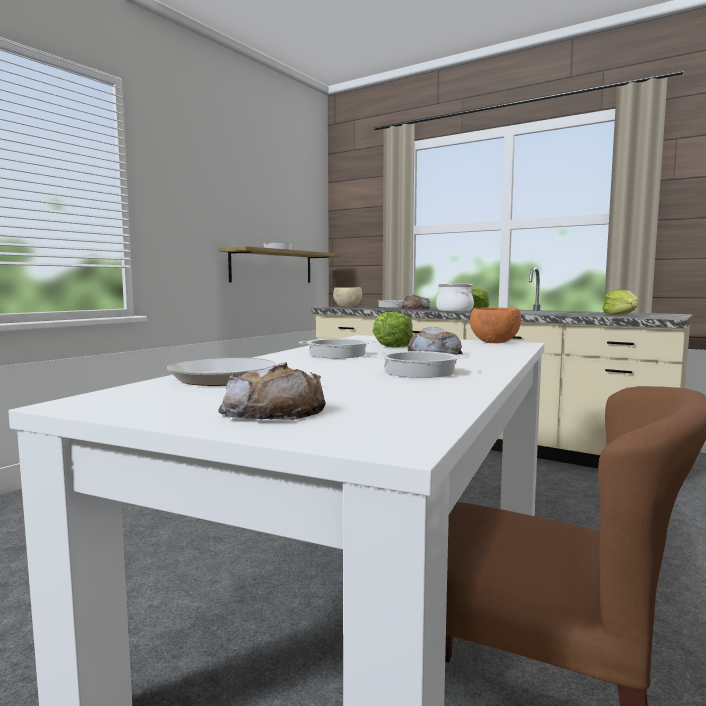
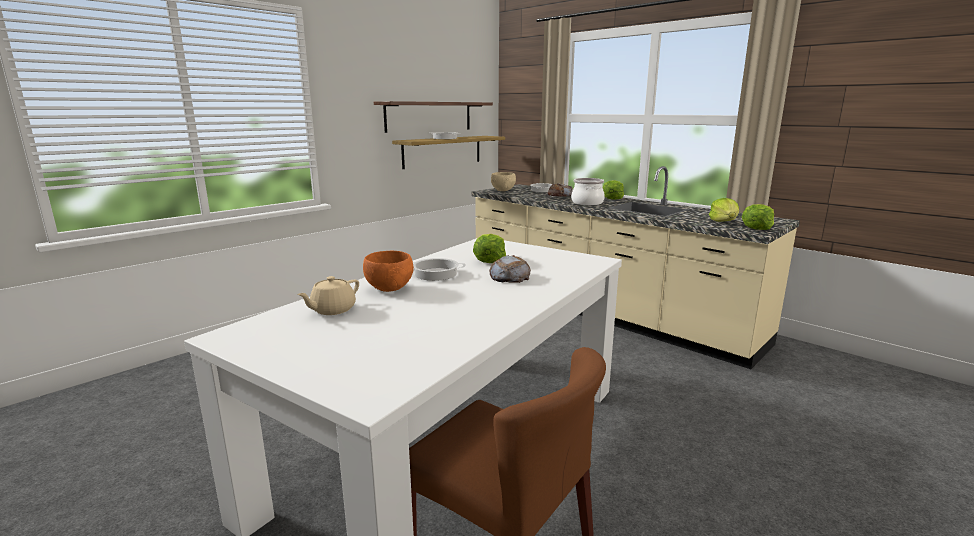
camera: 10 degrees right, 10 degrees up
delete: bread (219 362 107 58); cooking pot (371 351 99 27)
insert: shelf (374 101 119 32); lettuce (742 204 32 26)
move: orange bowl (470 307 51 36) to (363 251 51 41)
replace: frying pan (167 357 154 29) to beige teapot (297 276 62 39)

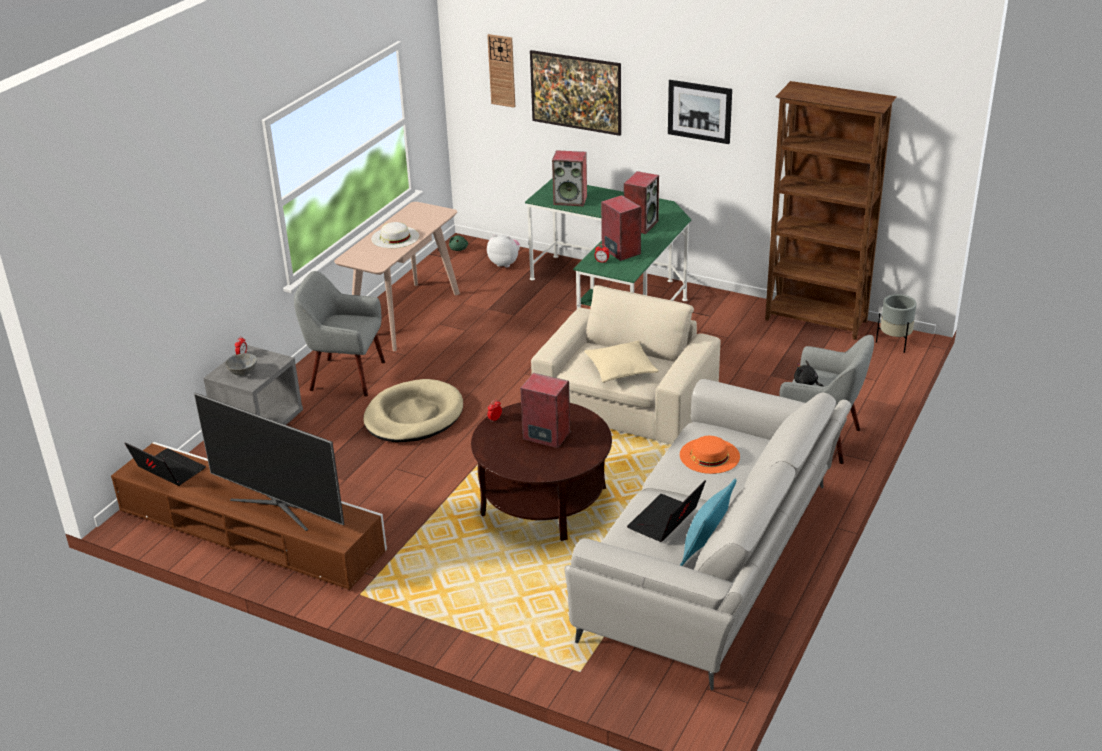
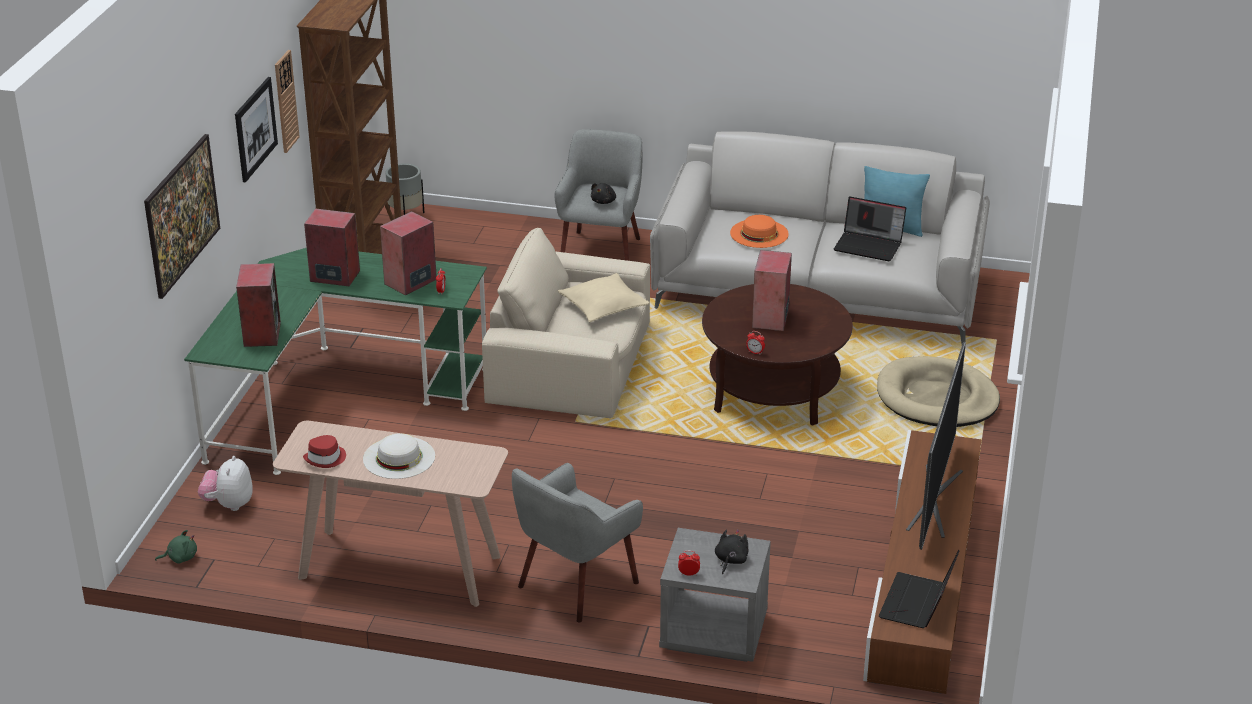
camera: 105 degrees left, 0 degrees up
insert: red hat (303 435 43 33)
move: wall clock (487 34 28 74) to (275 50 25 103); beige dog bed (363 379 100 63) to (877 356 123 71)
replace: grey bowl (225 353 32 23) to black plush toy (715 529 34 45)
rotate: grey armchair (294 271 91 126) = (512 463 131 160) 45 degrees clockwise

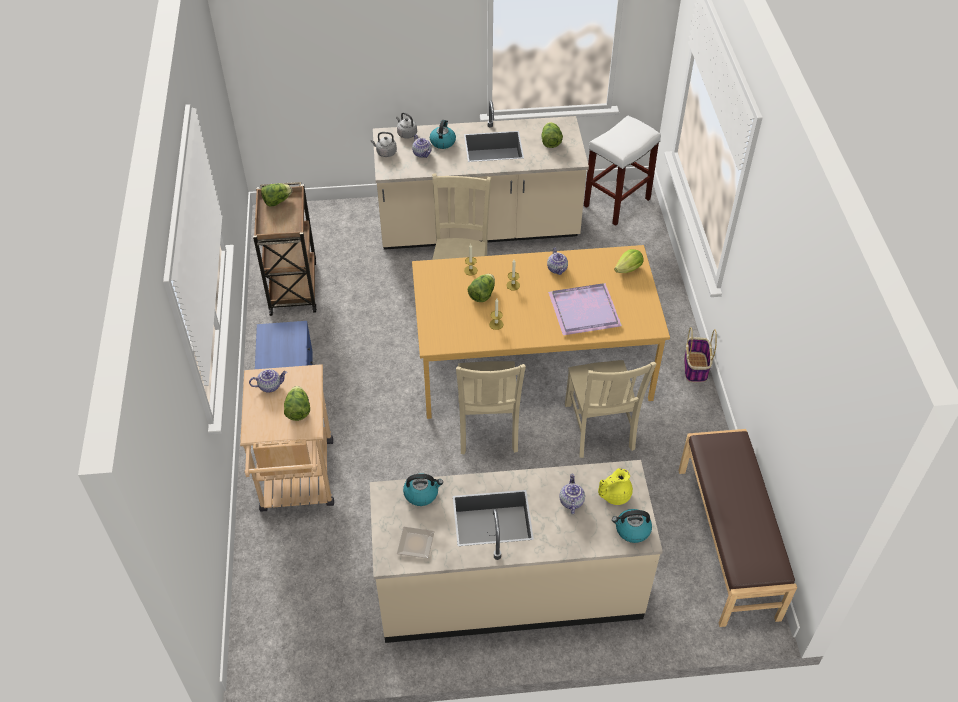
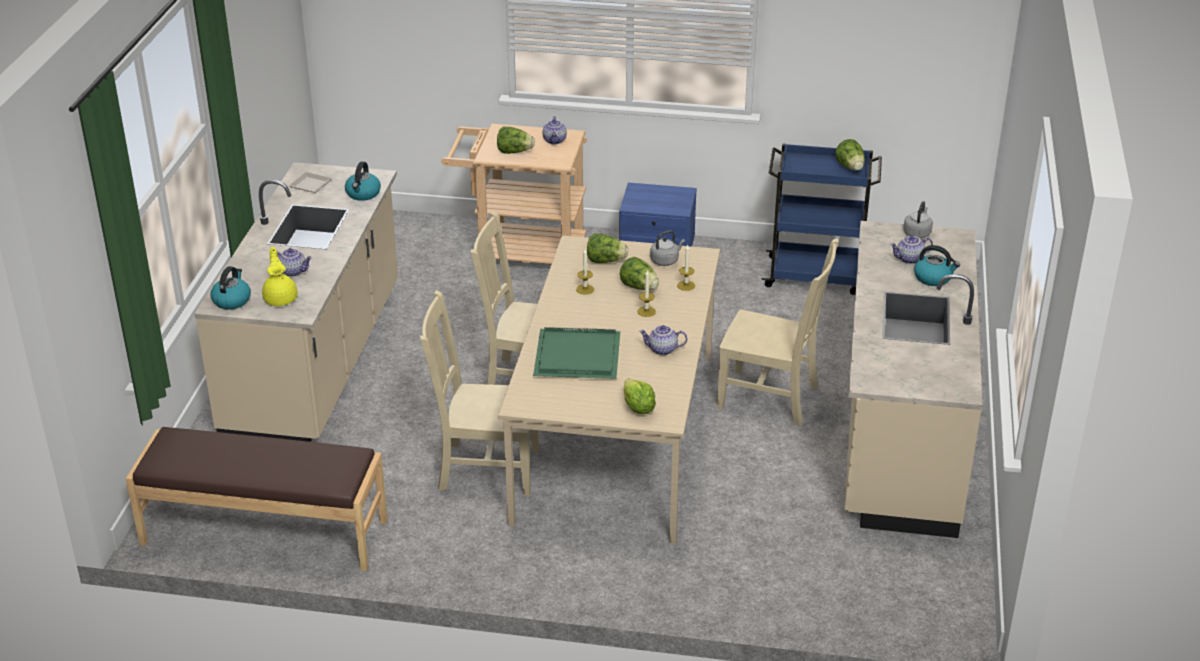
camera: 105 degrees right, 15 degrees down
delete: white stool (584 115 77 111); basket (684 327 33 55)
move: lettuce (541 122 22 26) to (587 233 41 30); grey kettle (396 112 21 27) to (650 230 35 36)
recolor: orange dining table (412 245 258 174) to beige dining table (498 235 222 309); purple tray (548 283 74 52) to green tray (533 327 87 52); brown cart (253 182 64 134) to blue cart (762 143 120 152)

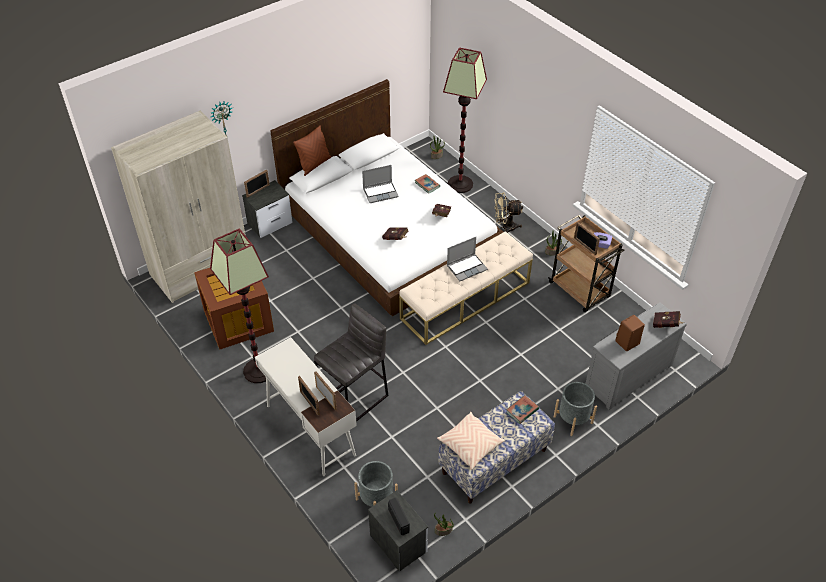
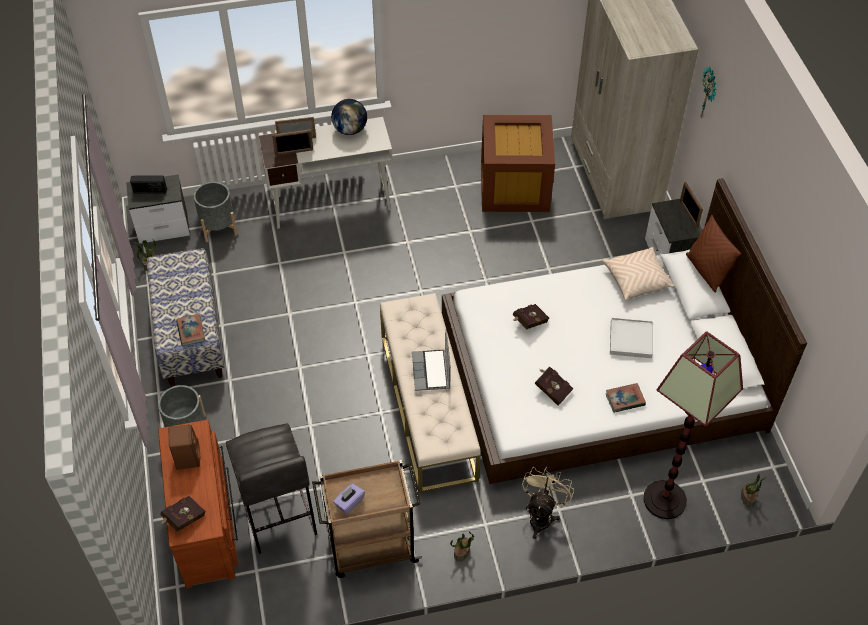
camera: 115 degrees right, 5 degrees up
delete: floor lamp (210 228 59 155); picture frame (574 222 26 33)
insert: globe (331 99 36 36)
move: grey stool (314 303 75 119) to (226 423 91 131); beige pillow (437 412 68 58) to (602 247 73 53)
replace: laptop (362 165 37 38) to white tray (610 318 43 40)
recolor: grey dresser (585 302 102 108) to brown dresser (158 419 80 169)

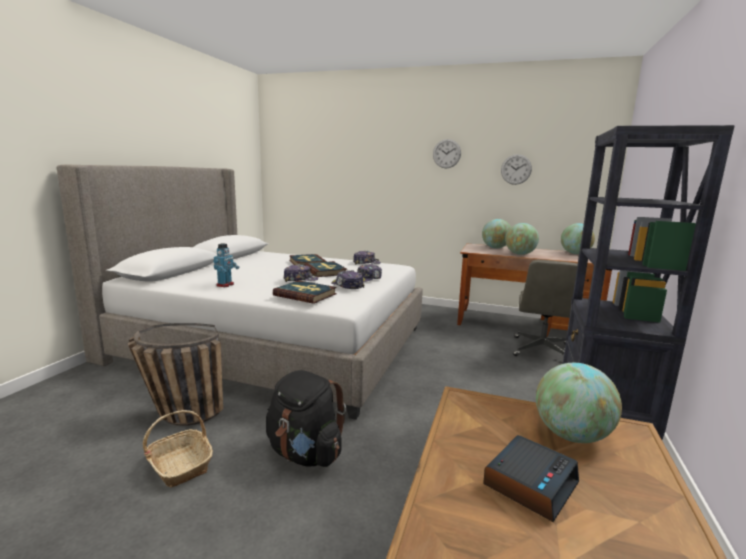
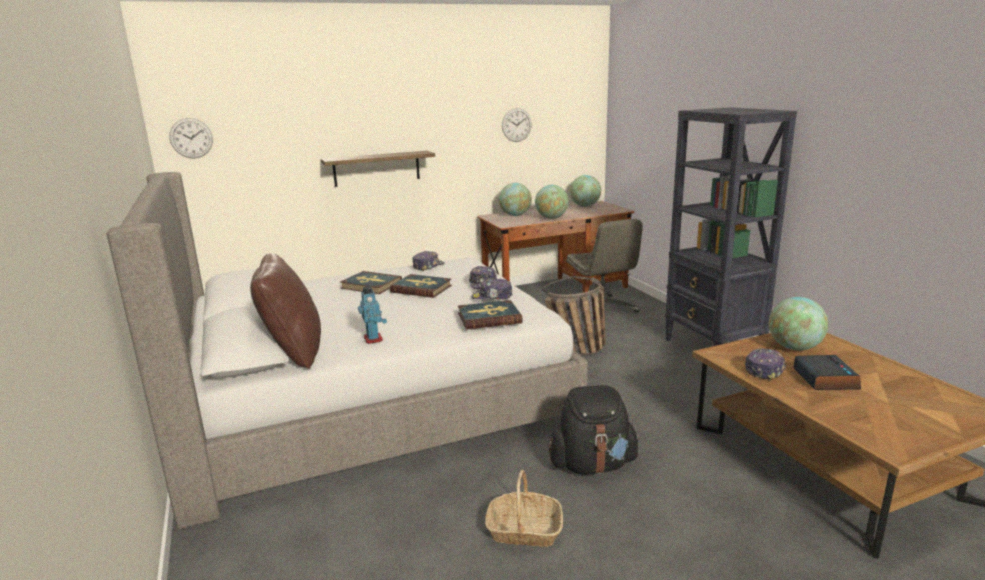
camera: 40 degrees left, 5 degrees up
insert: brown pillow (250 253 71 116); shelf (321 151 114 36)
move: wall clock (433 139 28 29) to (169 118 44 40); basket (128 323 95 103) to (542 276 64 80); cap (284 264 34 18) to (745 348 41 33)

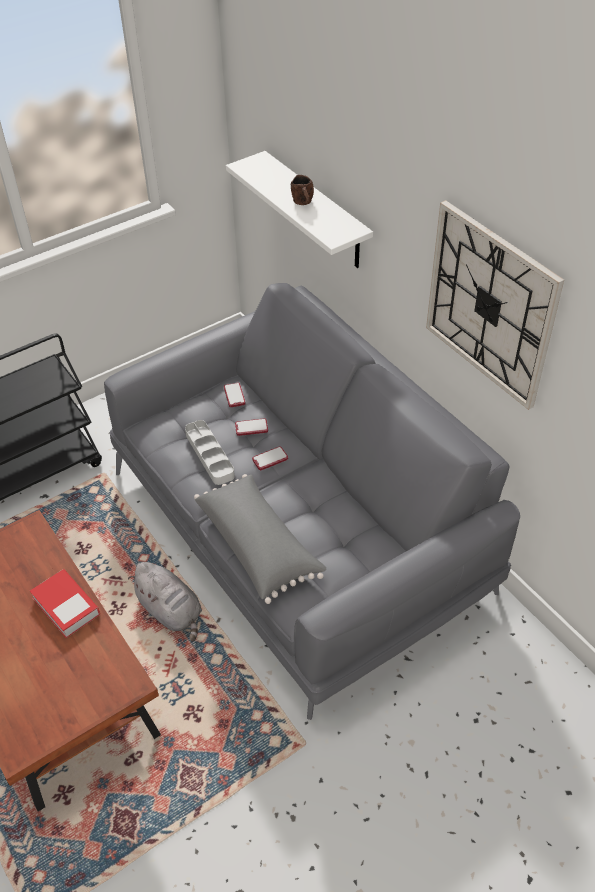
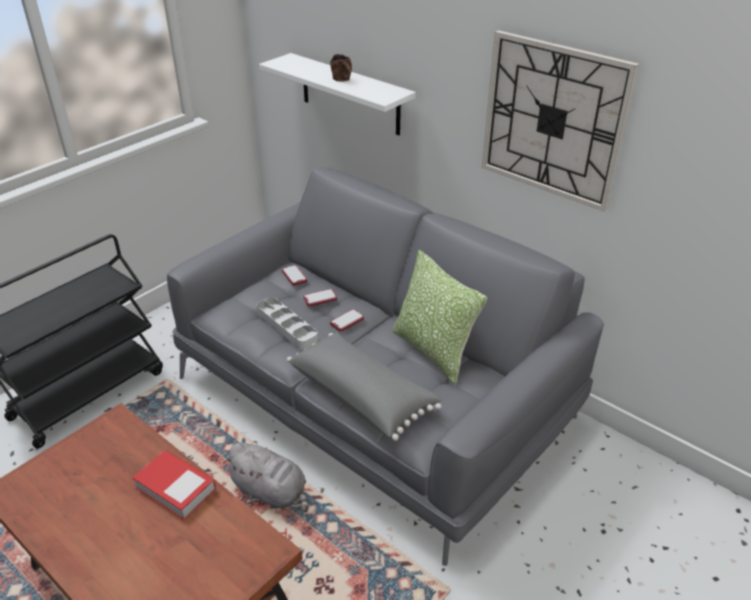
camera: 15 degrees left, 10 degrees down
insert: pillow (392 250 95 134)

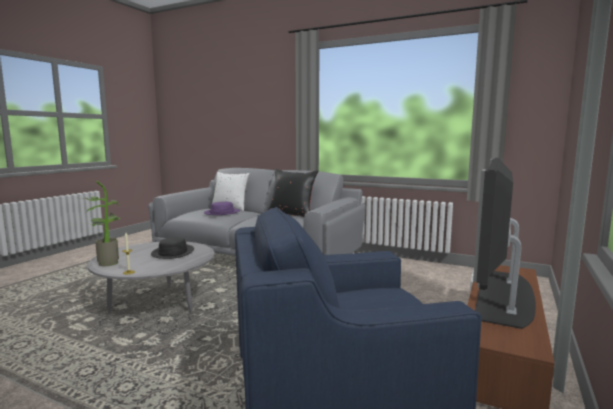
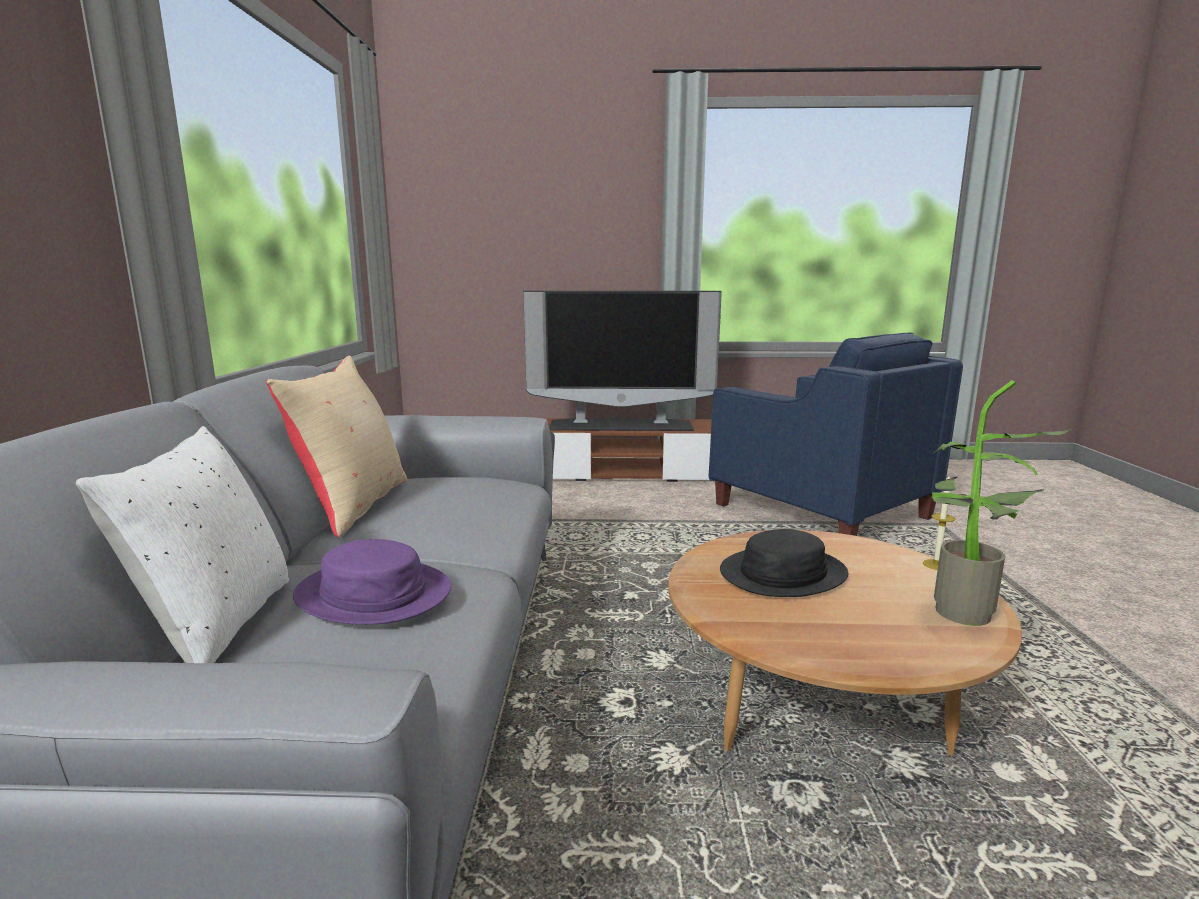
camera: 115 degrees left, 5 degrees up
recolor: black pillow (266 169 53 48) to beige pillow (266 356 142 181); grey coffee table (87 242 128 73) to brown coffee table (669 530 353 226)

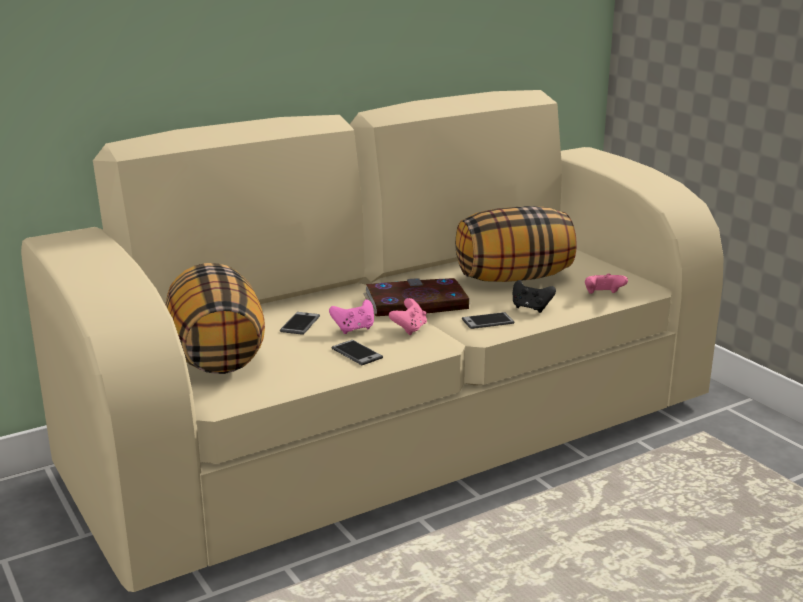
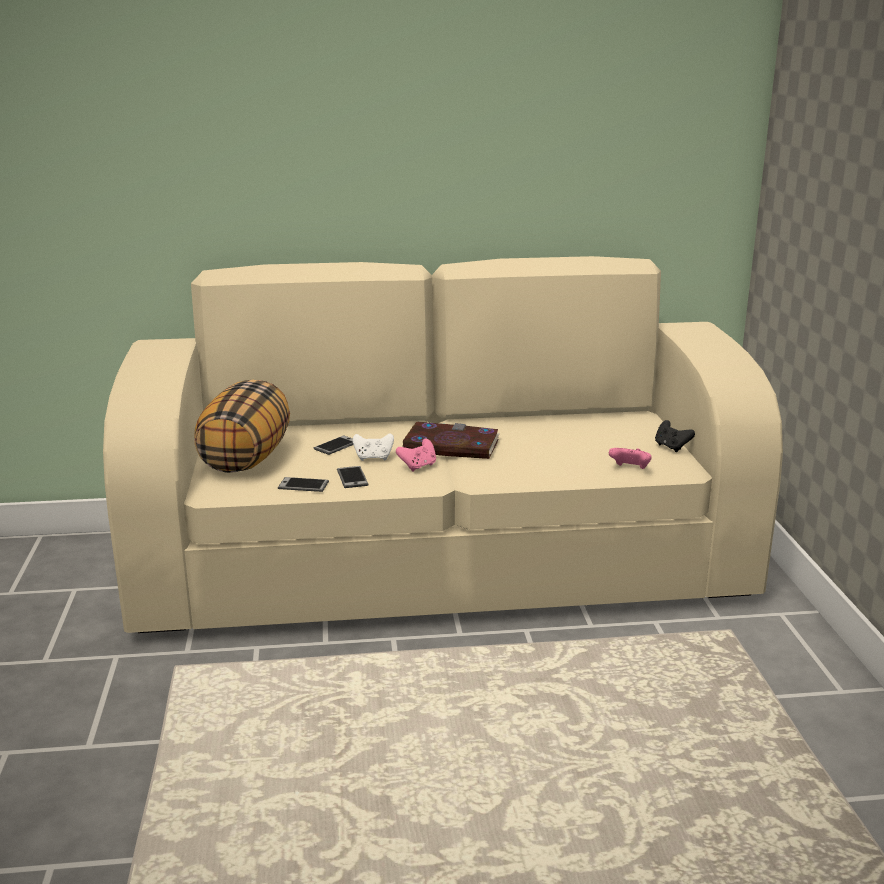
camera: 25 degrees right, 0 degrees up
delete: pillow (455 206 122 76)
move: phone (462 312 53 17) to (278 477 51 15); black game controller (513 280 43 33) to (655 420 40 32)
recolor: pink game controller (329 300 45 34) to white game controller (353 433 41 28)

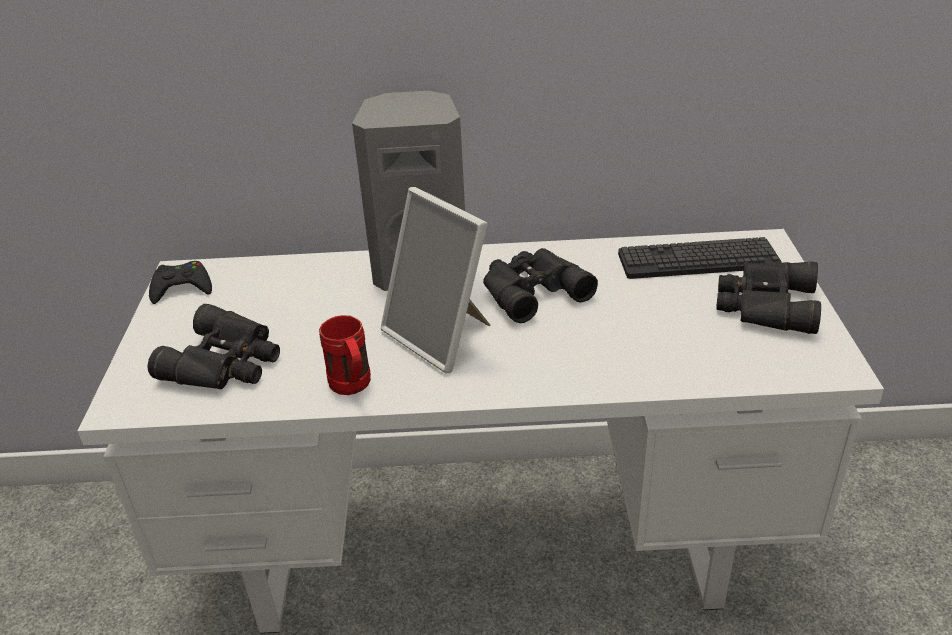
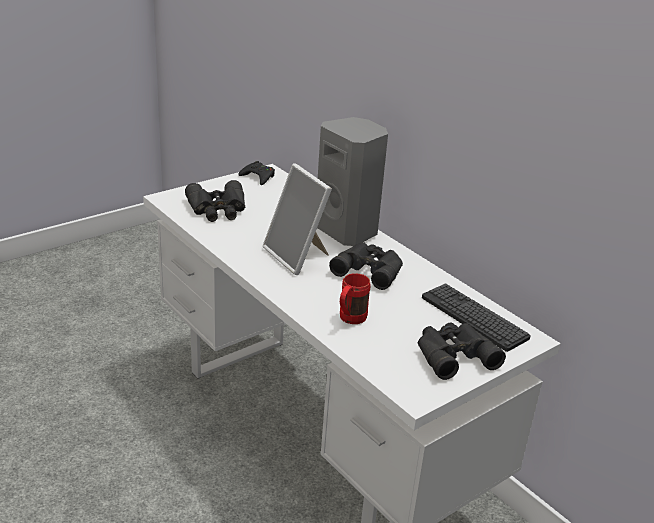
camera: 50 degrees right, 5 degrees down
move: red mug (319 315 52 80) to (340 273 31 51)
rotate: picture frame (381 187 109 186) = (263 163 69 112) 45 degrees counterclockwise

